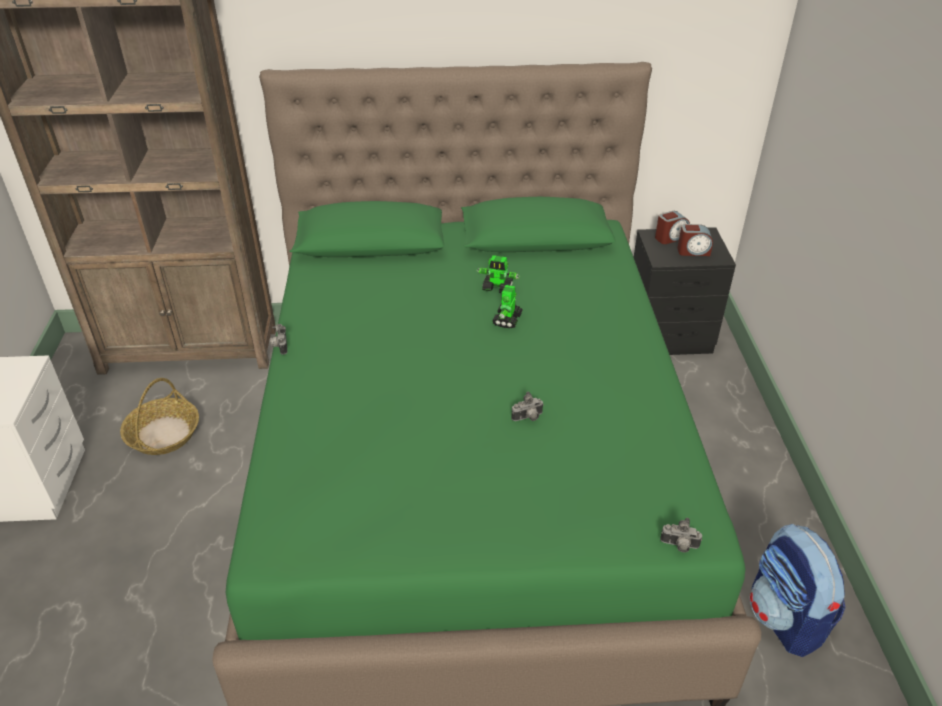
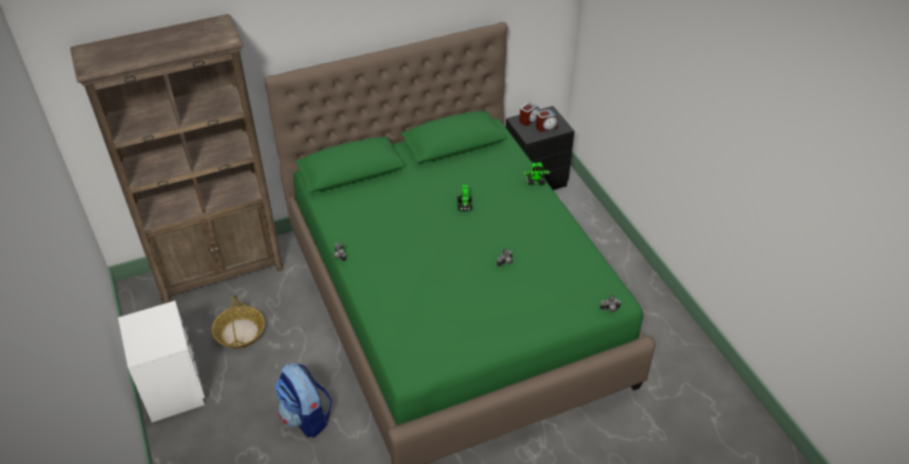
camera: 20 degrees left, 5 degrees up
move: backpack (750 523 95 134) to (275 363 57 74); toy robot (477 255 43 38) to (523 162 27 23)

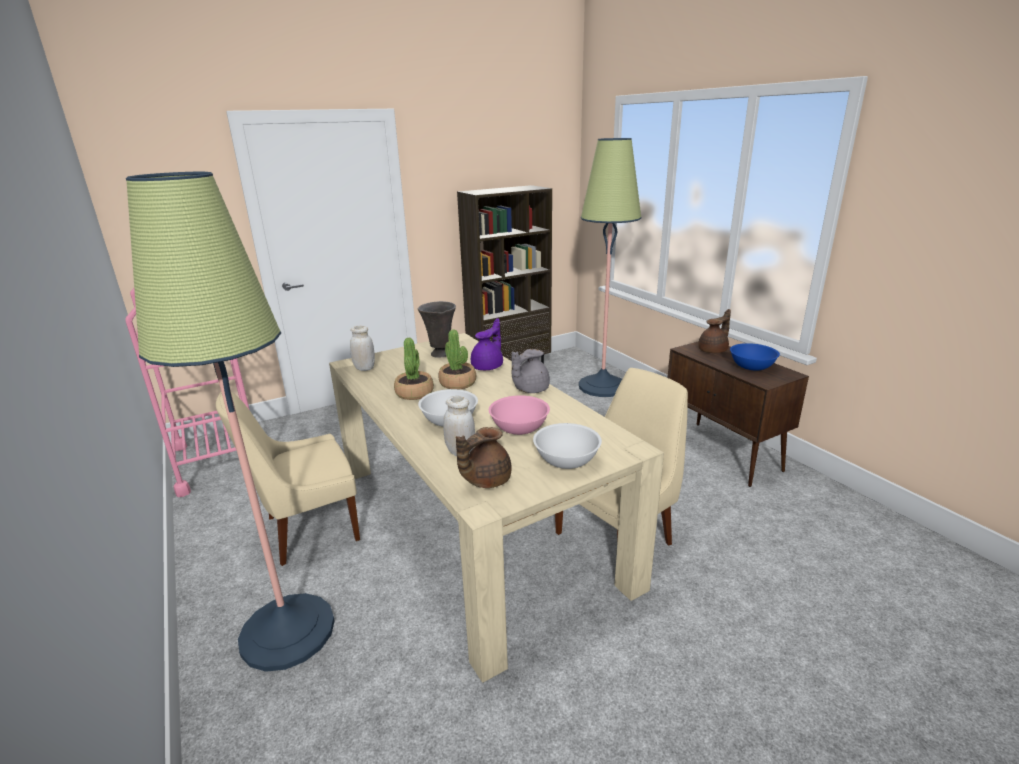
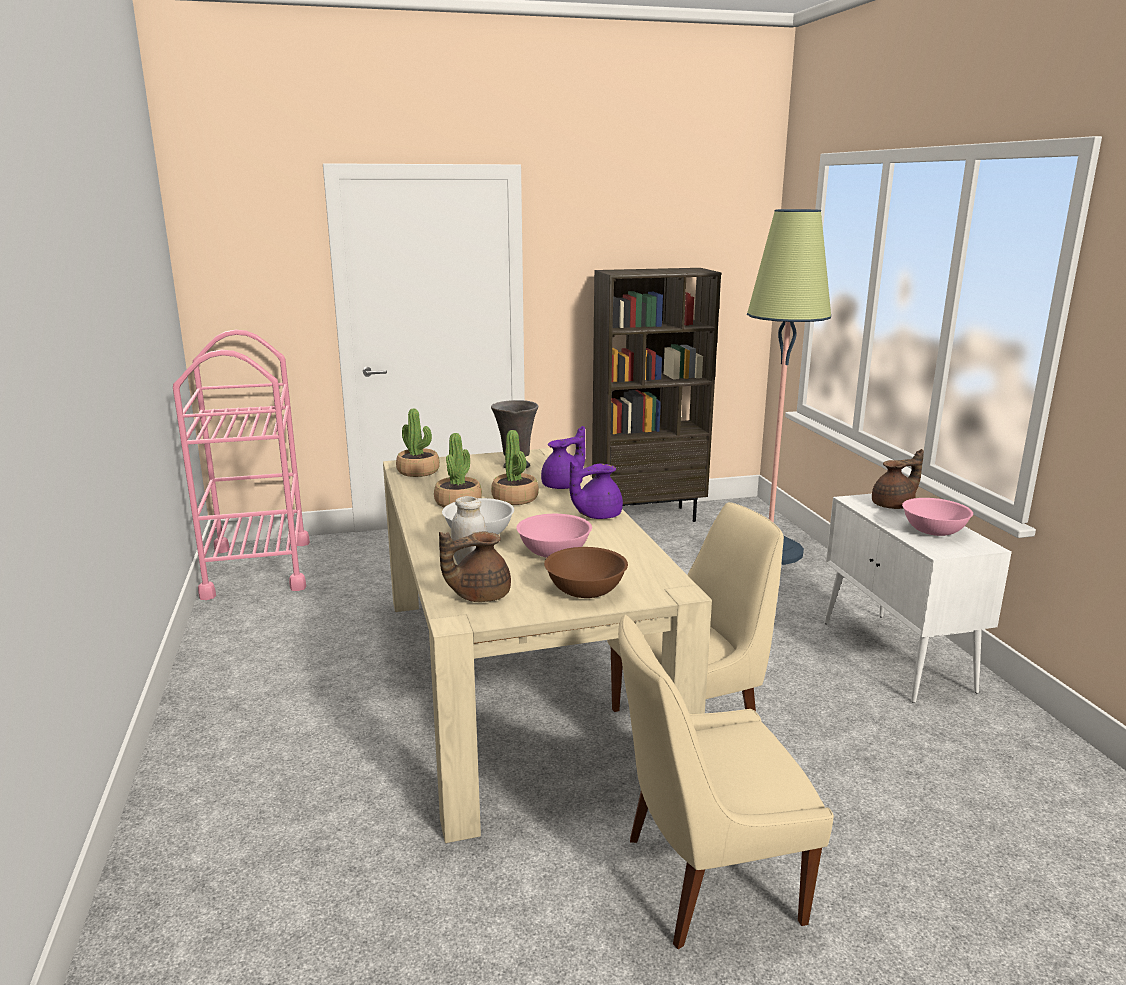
camera: 15 degrees right, 5 degrees down
delete: floor lamp (126 172 209 500)
move: beige chair (216 391 144 175) to (618 615 216 334)
replace: white jar (350 326 25 45) to potted plant (396 409 44 68)
recolor: white bowl (533 423 69 46) to brown bowl (544 547 84 51); grey teapot (512 349 38 44) to purple teapot (569 462 54 57); brown cabinet (667 341 142 146) to white cabinet (824 494 188 209); blue bowl (730 343 50 28) to pink bowl (902 498 71 38)

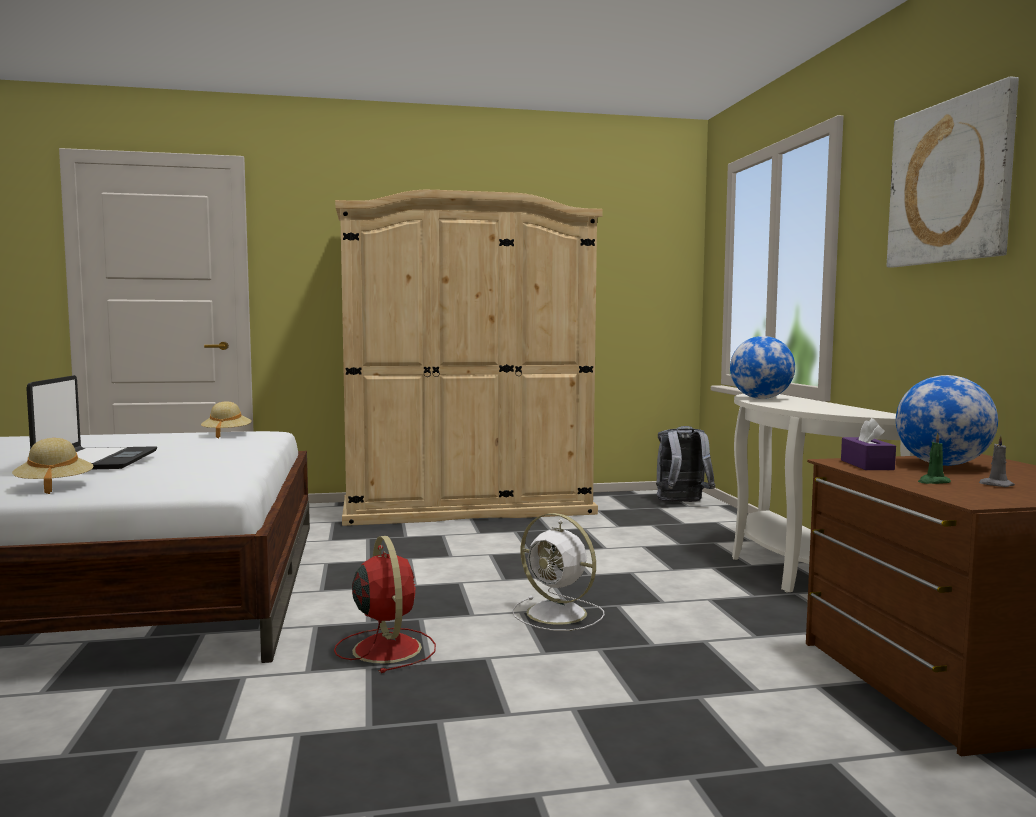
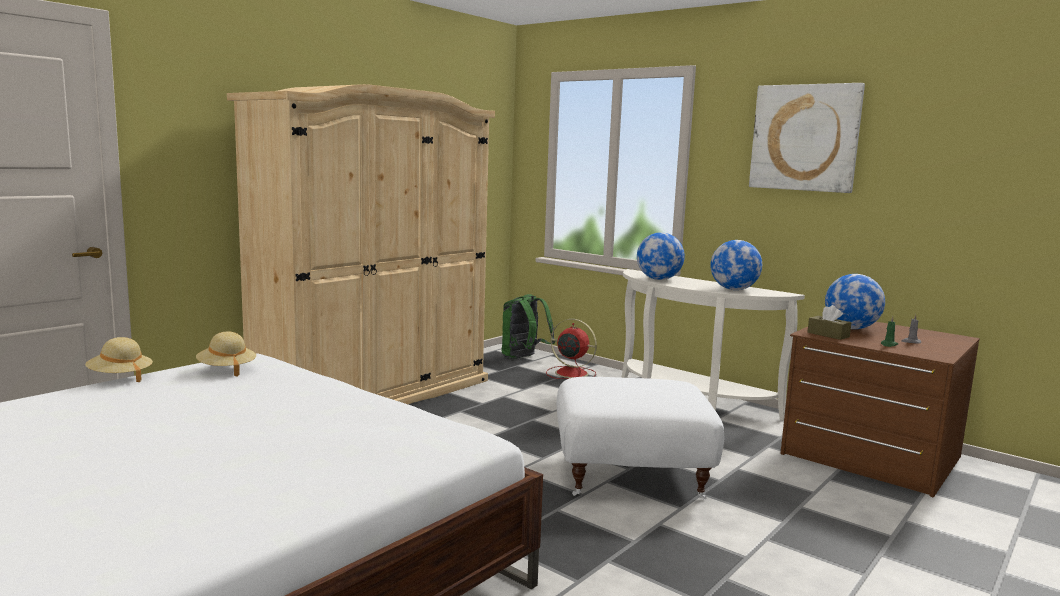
camera: 40 degrees left, 5 degrees up
delete: laptop (26 375 131 95)
insert: globe (710 240 52 50)
move: beige hat (12 438 81 56) to (85 337 68 45); red fan (334 536 102 137) to (546 319 51 60)
replace: white fan (512 513 92 118) to white ottoman (557 377 167 122)
recolor: grey backpack (656 426 59 76) to green backpack (501 294 54 65); purple tissue box (841 418 55 52) to brown tissue box (807 305 44 35)

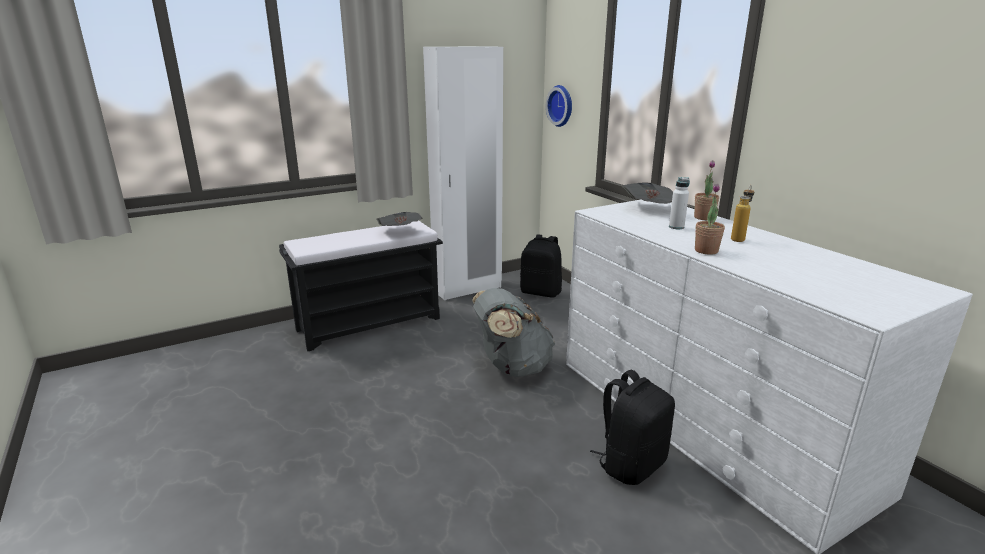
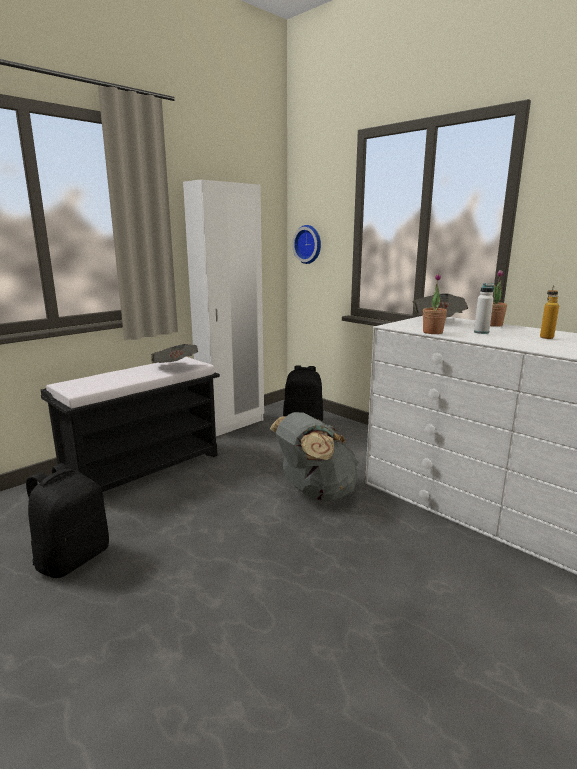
camera: 15 degrees left, 5 degrees down
move: black backpack (590 370 85 115) to (26 463 83 115); potted plant (695 184 30 71) to (423 273 24 61)

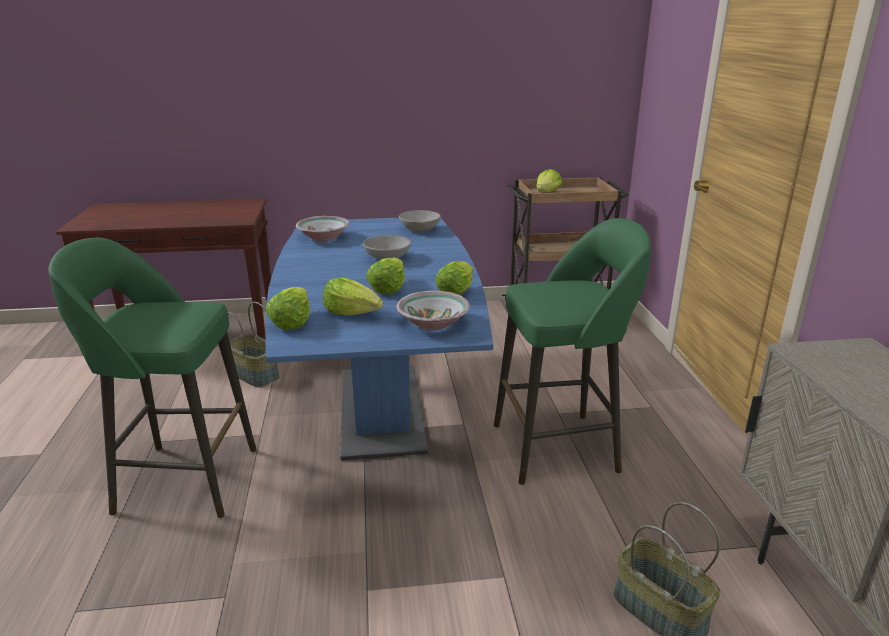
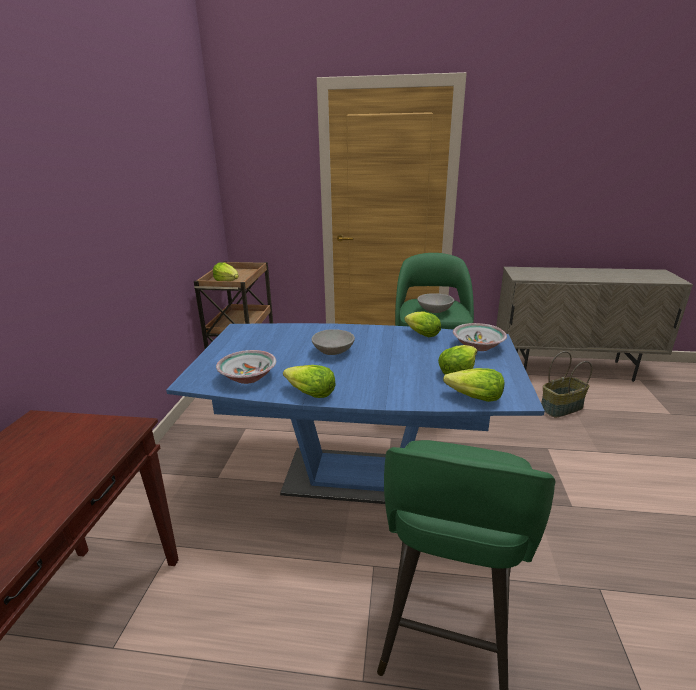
camera: 75 degrees left, 0 degrees up
delete: basket (228 302 52 86)
move: lettuce (366 257 39 37) to (283 365 53 33); grey bowl (399 210 42 22) to (417 293 37 20)

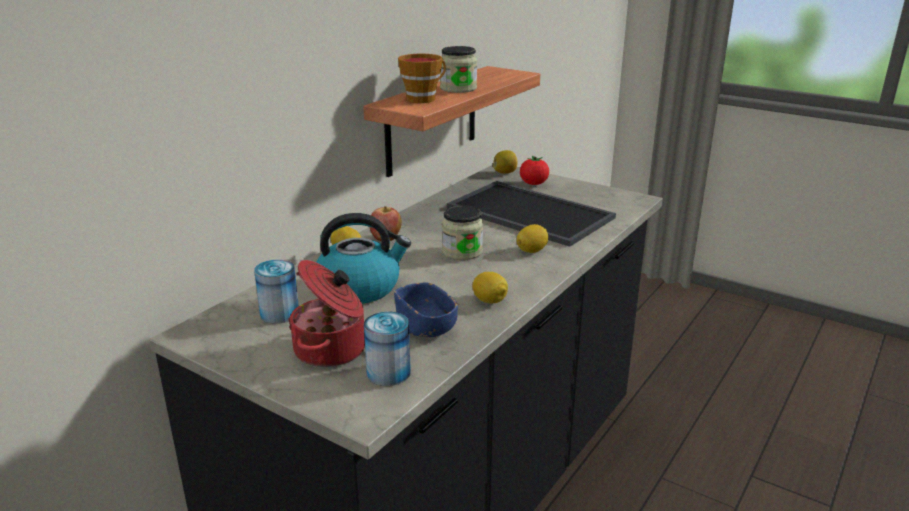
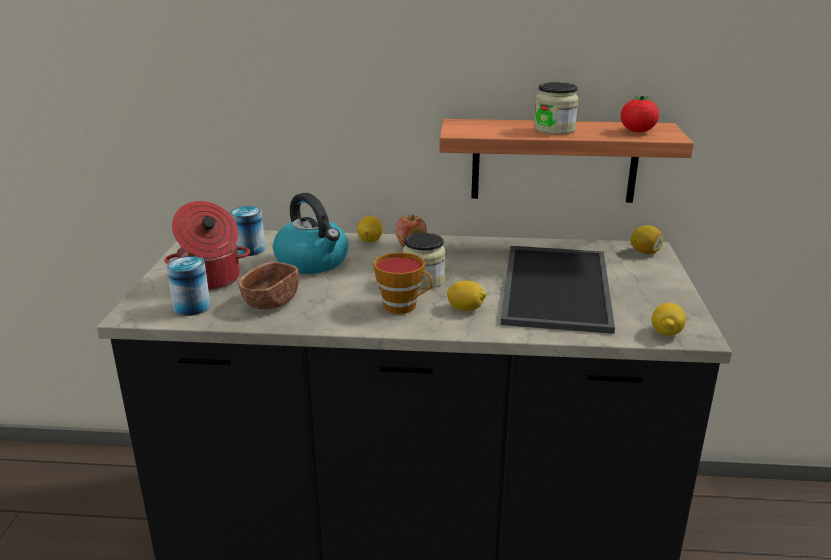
camera: 60 degrees right, 0 degrees up
move: cup (398 54 48 49) to (373 252 60 62); tomato (520 155 29 30) to (621 96 38 36); lemon (472 272 36 31) to (652 303 34 33)
recolor: blue bowl (394 282 64 55) to brown bowl (238 262 61 48)

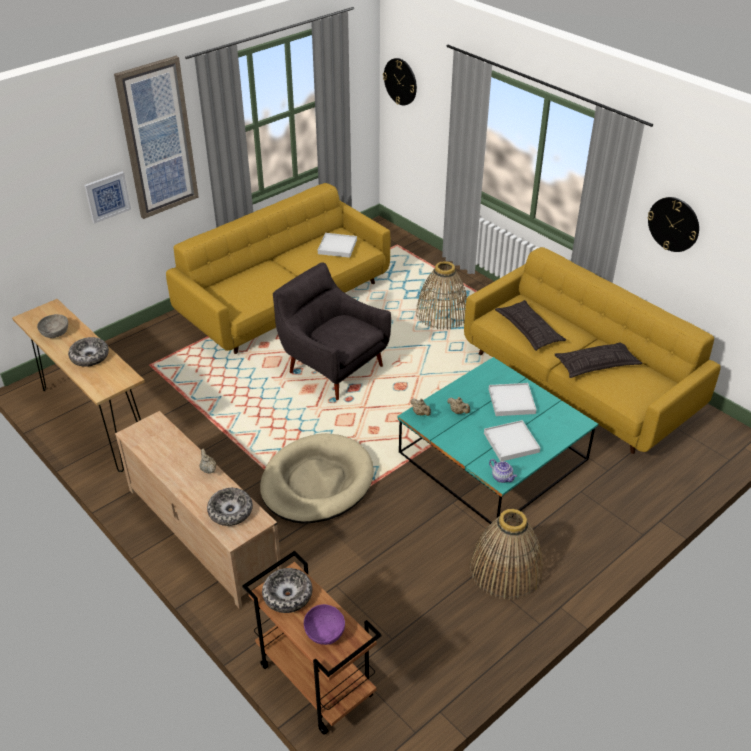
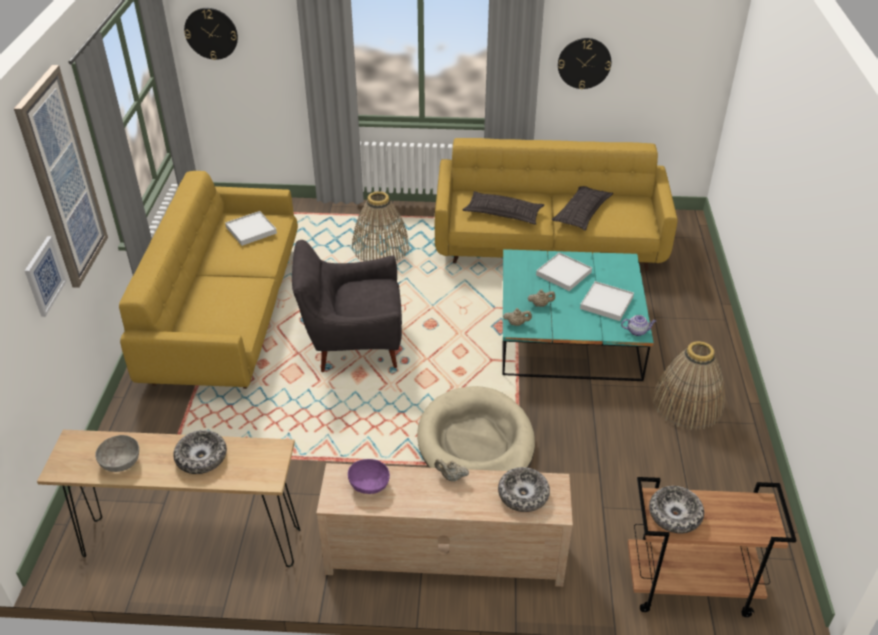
camera: 45 degrees left, 0 degrees up
move: purple bowl (304 604 41 41) to (348 459 42 35)

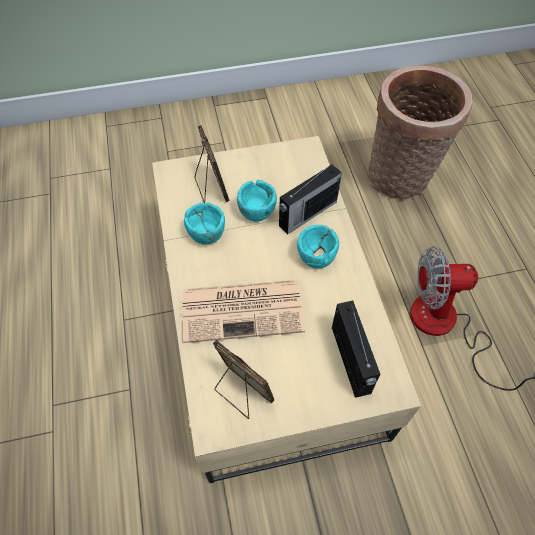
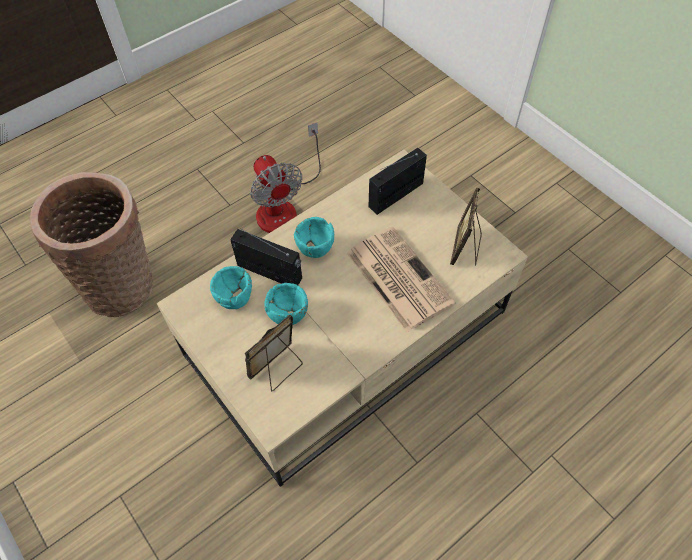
camera: 115 degrees left, 0 degrees up
move: turquoise bowl (184 202 41 43) to (210 266 42 43)

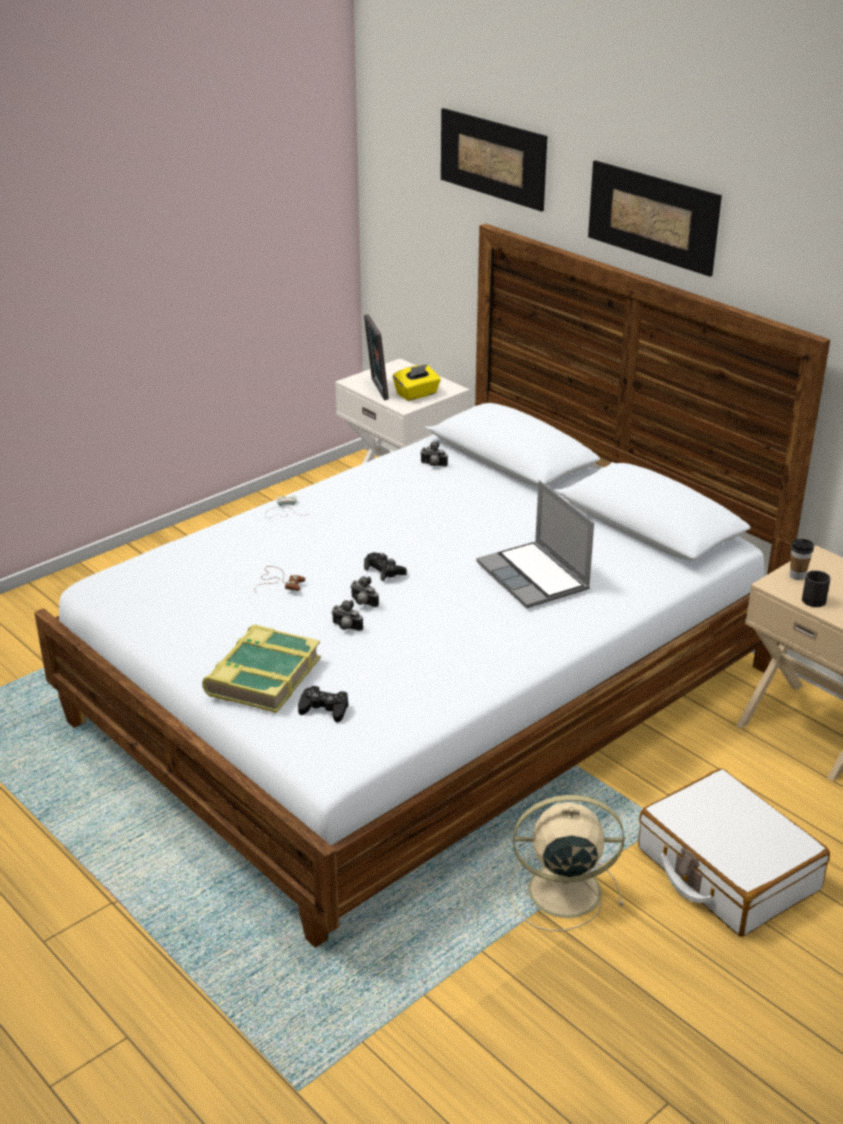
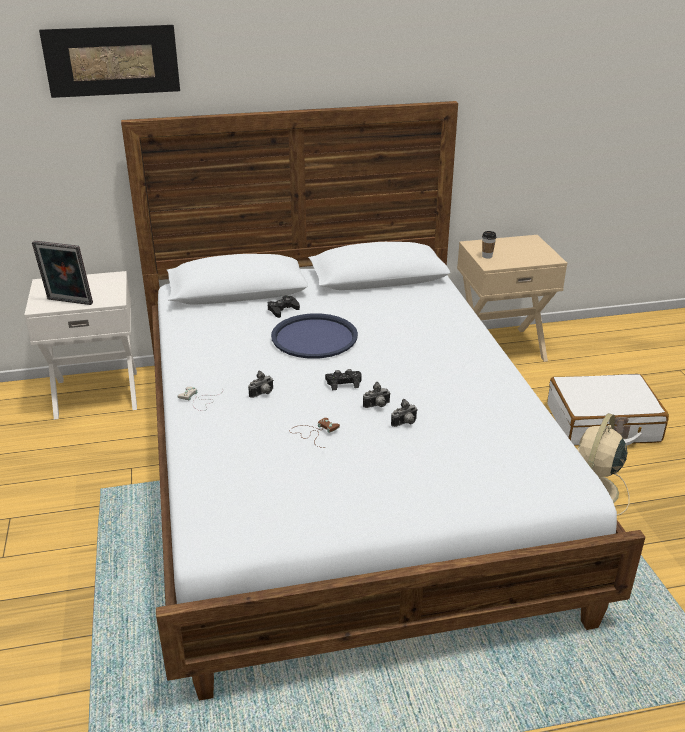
camera: 60 degrees left, 0 degrees up
delete: book (202 624 119 89); yellow tissue box (393 364 48 37); laptop (476 480 118 128); picture (588 160 134 117); black mug (802 570 29 37)
insert: blue tray (271 313 87 46)
move: photo camera (420 441 28 26) to (248 370 25 28); black game controller (298 686 50 36) to (268 295 32 23)

